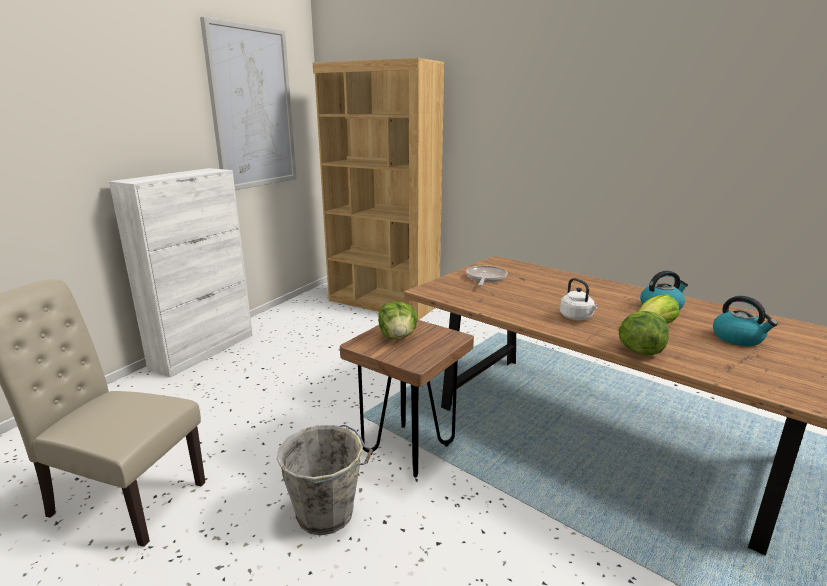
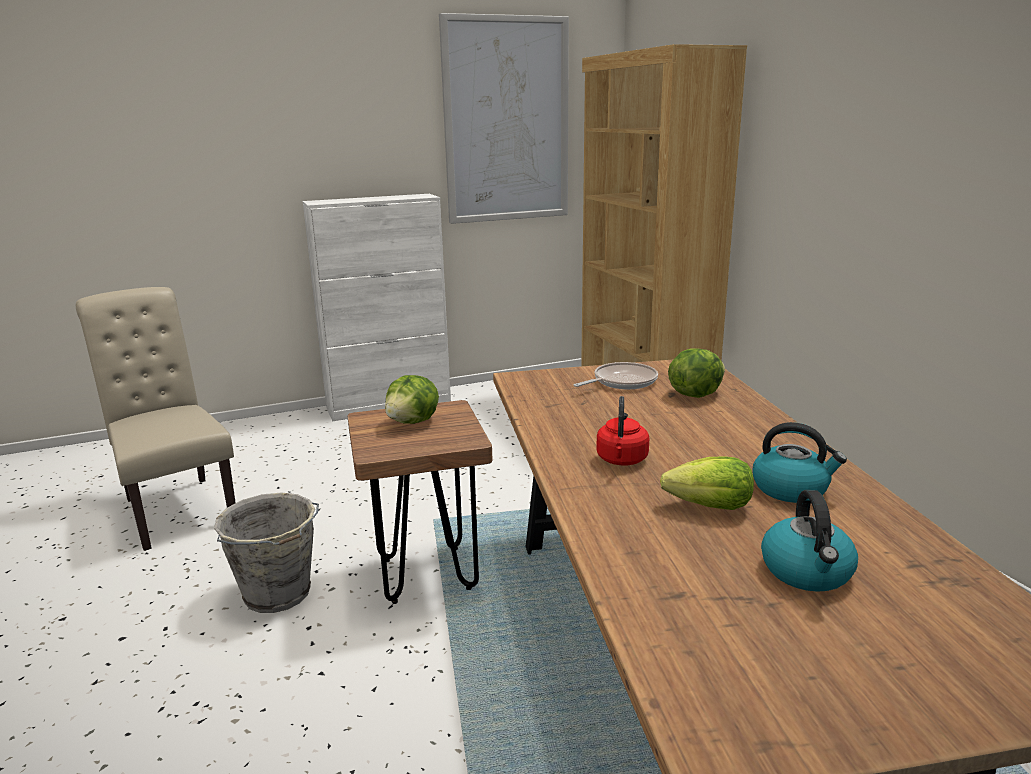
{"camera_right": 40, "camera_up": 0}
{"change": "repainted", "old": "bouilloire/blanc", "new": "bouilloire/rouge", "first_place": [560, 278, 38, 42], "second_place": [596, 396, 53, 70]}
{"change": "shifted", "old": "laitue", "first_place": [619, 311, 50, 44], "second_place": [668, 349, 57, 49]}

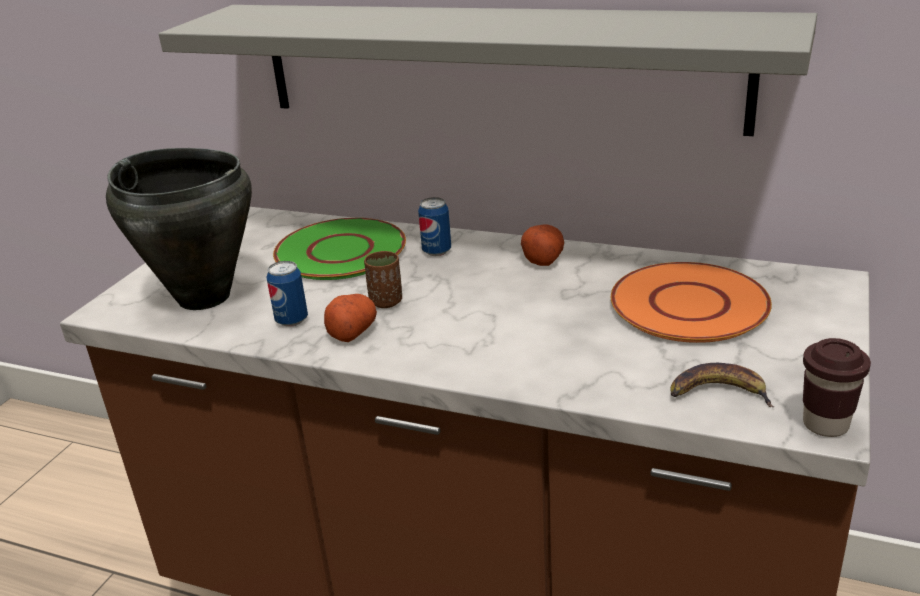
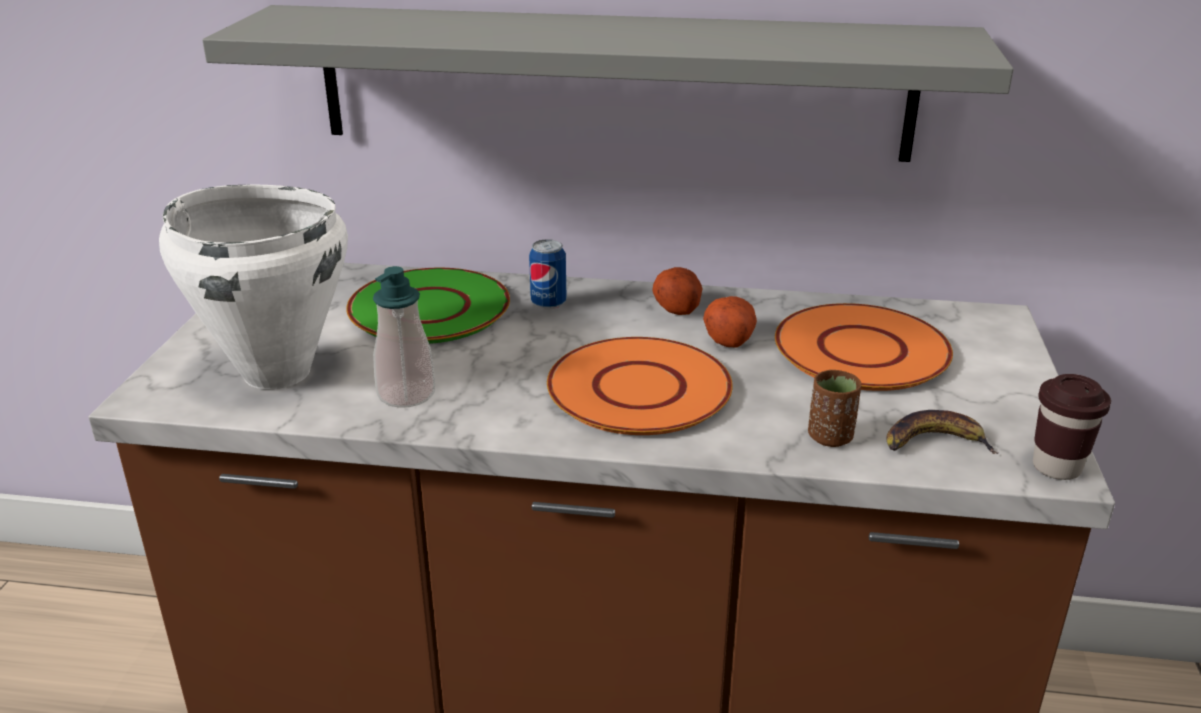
{"camera_right": -15, "camera_up": 0}
{"change": "repainted", "old": "marmite/noir", "new": "marmite/blanc", "first_place": [106, 148, 146, 162], "second_place": [159, 184, 189, 205]}
{"change": "shifted", "old": "tasse/marron", "first_place": [364, 251, 38, 57], "second_place": [808, 370, 53, 77]}
{"change": "swapped", "old": "boîte métallique", "new": "distributeur de savon", "first_place": [267, 261, 41, 66], "second_place": [373, 266, 62, 142]}
{"change": "shifted", "old": "pomme de terre", "first_place": [324, 294, 53, 48], "second_place": [703, 296, 54, 52]}
{"change": "new", "new": "assiette/orange", "second_place": [547, 337, 186, 98]}

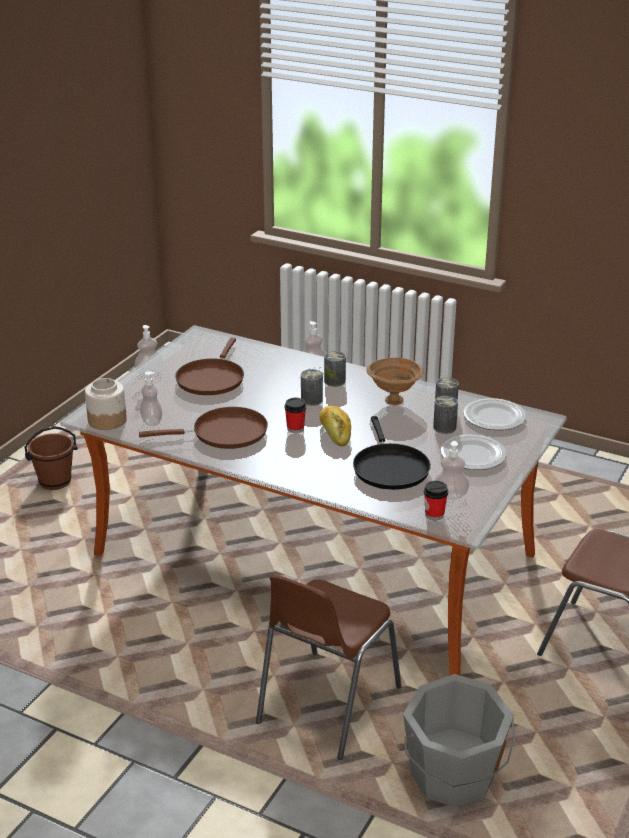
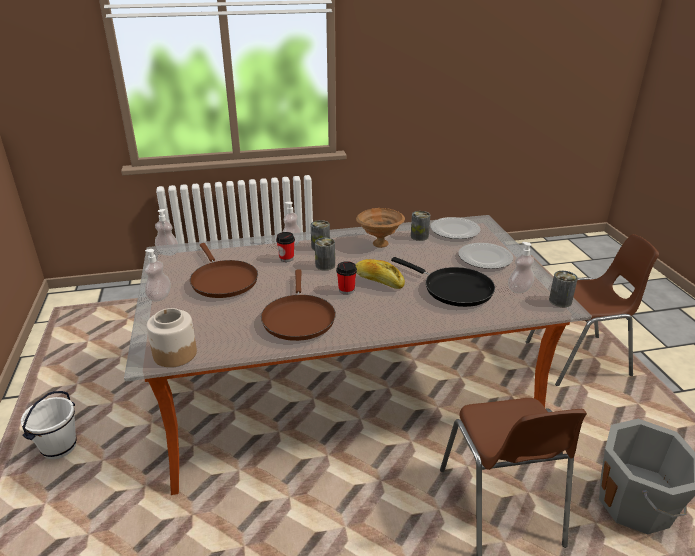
{"camera_right": -40, "camera_up": 0}
{"change": "shifted", "old": "distributeur de savon", "first_place": [140, 372, 22, 54], "second_place": [155, 209, 24, 47]}
{"change": "shifted", "old": "boîte métallique", "first_place": [433, 396, 25, 38], "second_place": [549, 271, 29, 36]}
{"change": "rotated", "old": "poêle/marron", "first_place": [139, 407, 129, 42], "second_place": [261, 269, 75, 72], "degrees": 135}
{"change": "repainted", "old": "seau/marron", "new": "seau/blanc", "first_place": [25, 427, 53, 63], "second_place": [21, 391, 56, 68]}
{"change": "shifted", "old": "tasse", "first_place": [424, 481, 24, 39], "second_place": [276, 232, 19, 30]}

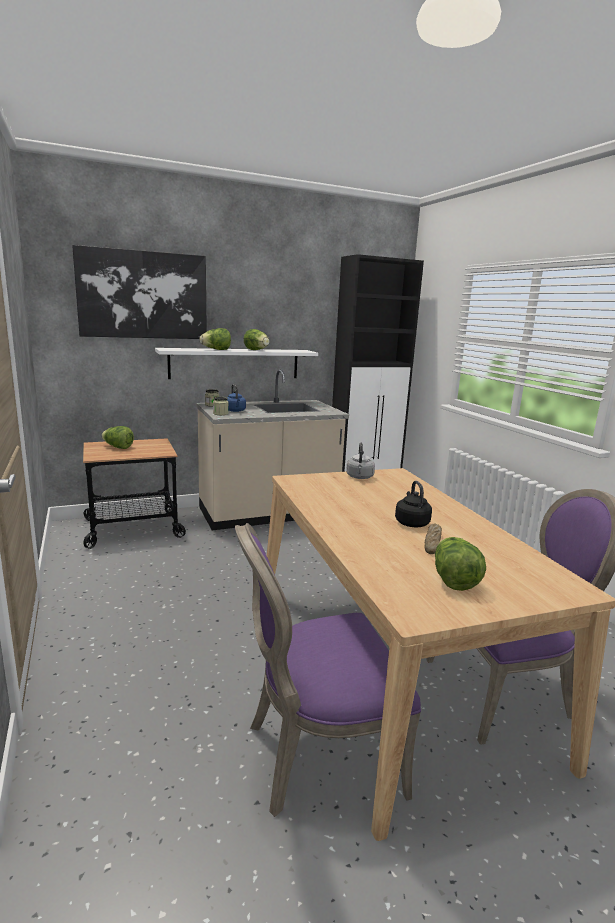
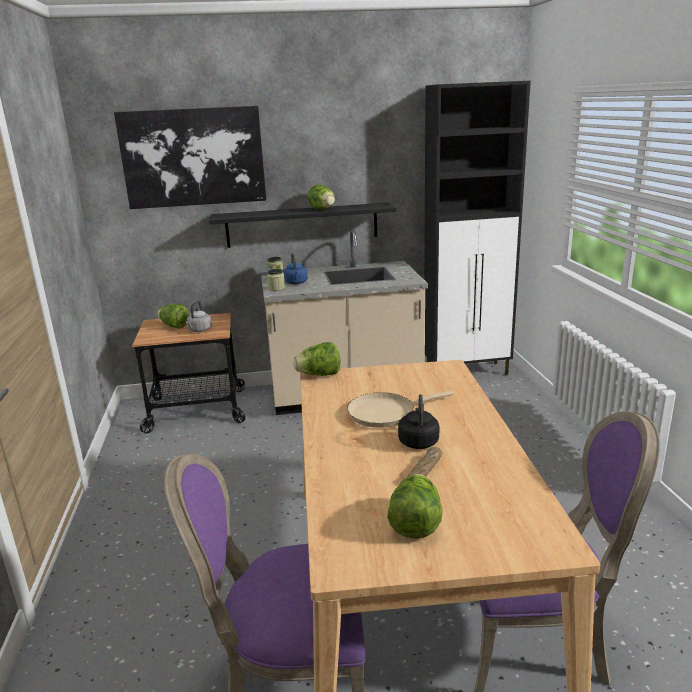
{"camera_right": 15, "camera_up": 5}
{"change": "shifted", "old": "laitue", "first_place": [200, 328, 31, 22], "second_place": [293, 342, 47, 34]}
{"change": "repainted", "old": "étagère/blanc", "new": "étagère/noir", "first_place": [155, 348, 163, 31], "second_place": [209, 203, 187, 45]}
{"change": "shifted", "old": "bouilloire/gris", "first_place": [346, 443, 29, 36], "second_place": [186, 301, 26, 31]}
{"change": "new", "new": "poêle/beige", "second_place": [347, 391, 106, 37]}

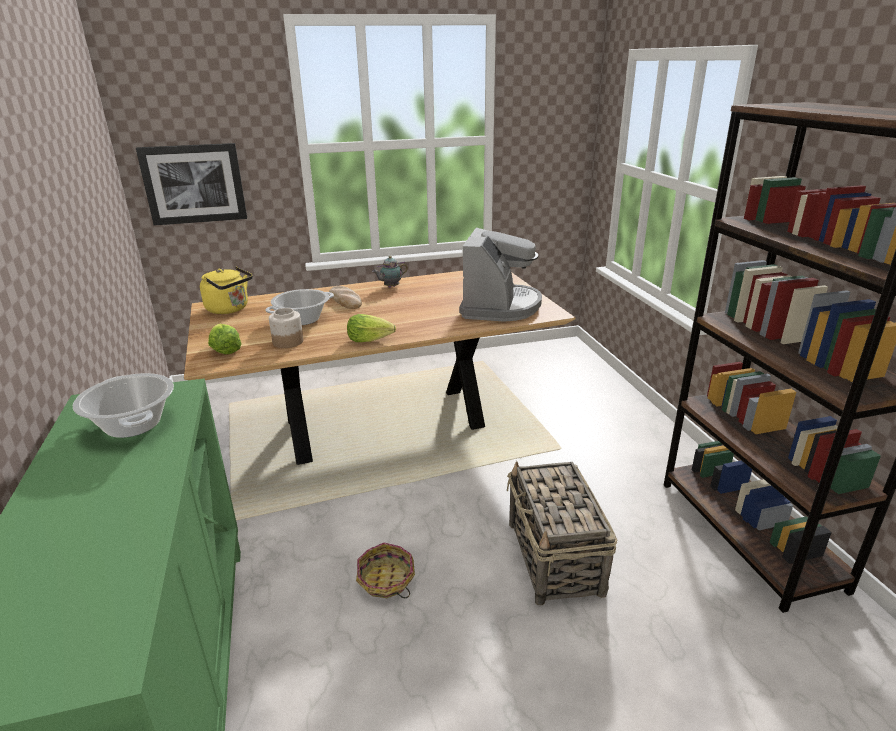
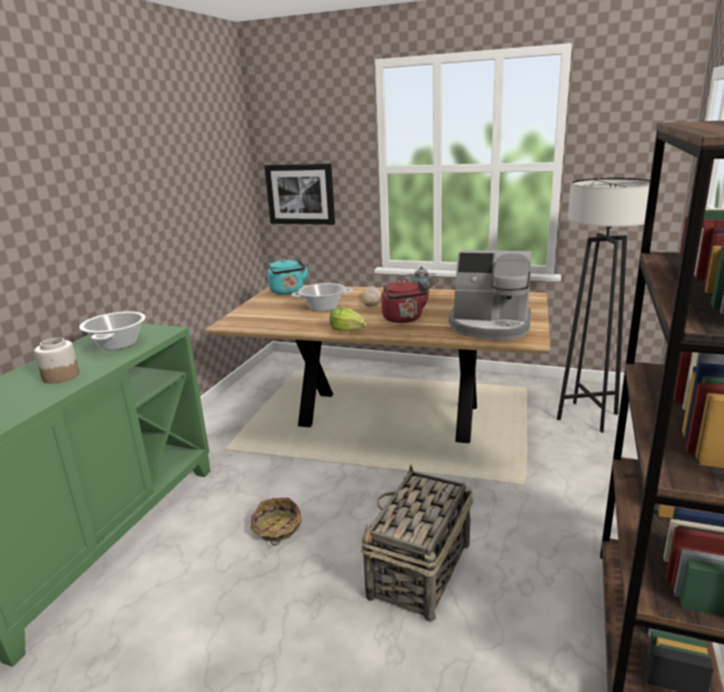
{"camera_right": 35, "camera_up": -5}
{"change": "rotated", "old": "machine à café", "first_place": [459, 227, 83, 95], "second_place": [449, 250, 83, 90], "degrees": 60}
{"change": "repainted", "old": "bouilloire/jaune", "new": "bouilloire/turquoise", "first_place": [200, 266, 53, 48], "second_place": [268, 259, 40, 36]}
{"change": "shifted", "old": "bocal", "first_place": [269, 308, 34, 40], "second_place": [34, 338, 46, 45]}
{"change": "gone", "old": "laitue", "first_place": [208, 324, 34, 30]}
{"change": "new", "new": "lampadaire/gris", "second_place": [557, 178, 93, 255]}
{"change": "new", "new": "bouilloire/rouge", "second_place": [381, 280, 48, 43]}

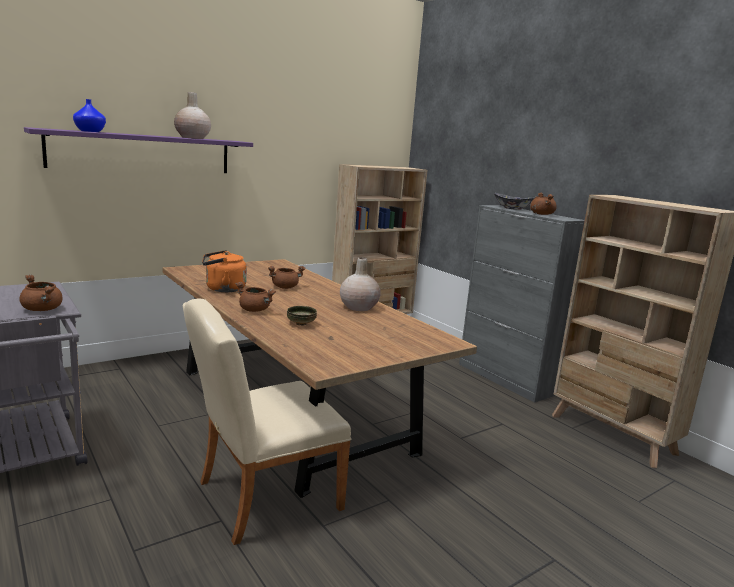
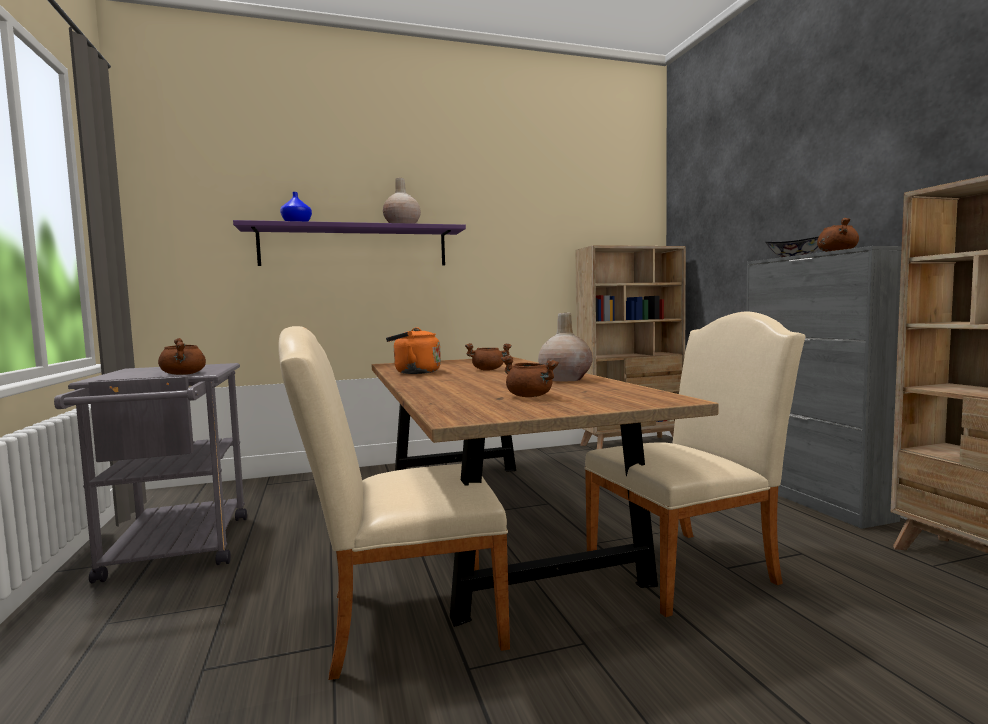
{"camera_right": 20, "camera_up": -10}
{"change": "shifted", "old": "marmite/marron", "first_place": [236, 282, 40, 30], "second_place": [501, 355, 58, 42]}
{"change": "gone", "old": "bol", "first_place": [287, 306, 30, 20]}
{"change": "new", "new": "chaise/beige", "second_place": [584, 311, 222, 306]}

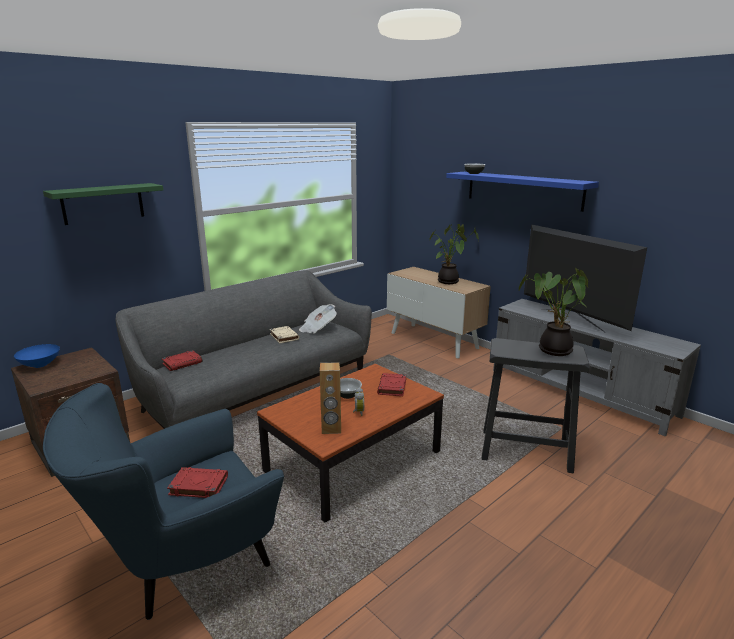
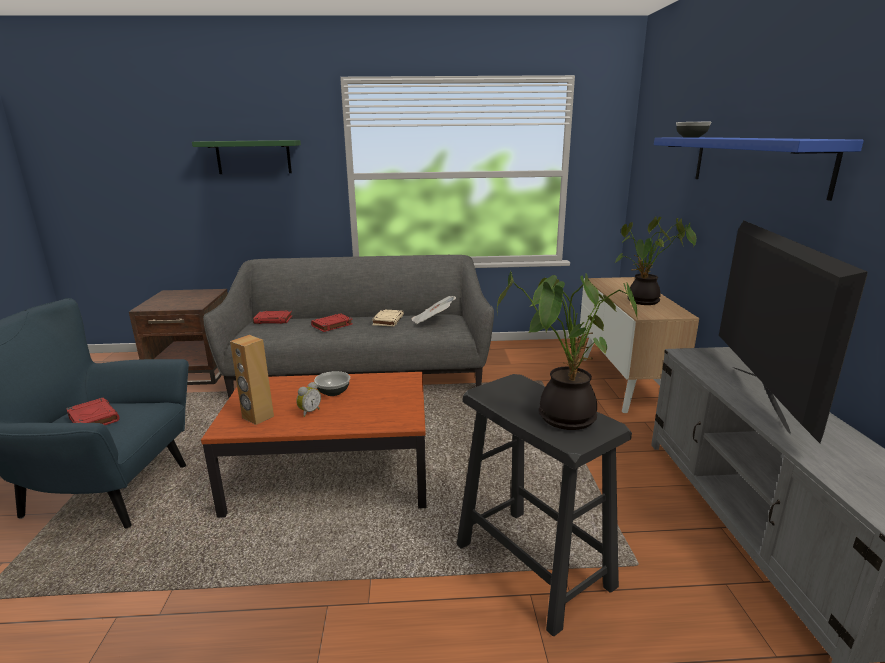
{"camera_right": 40, "camera_up": 0}
{"change": "gone", "old": "bol/bleu", "first_place": [14, 344, 46, 24]}
{"change": "shifted", "old": "livre/rouge", "first_place": [377, 373, 29, 23], "second_place": [311, 313, 42, 19]}

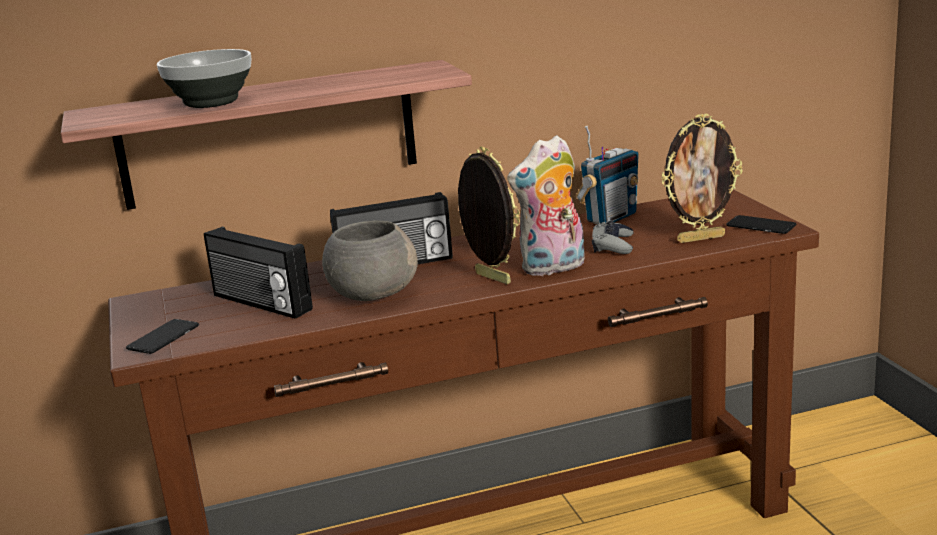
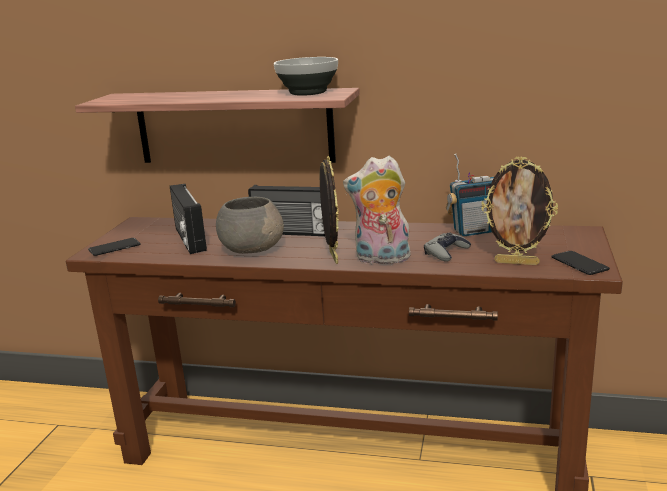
{"camera_right": 30, "camera_up": 0}
{"change": "shifted", "old": "bol", "first_place": [157, 49, 94, 59], "second_place": [274, 57, 64, 39]}

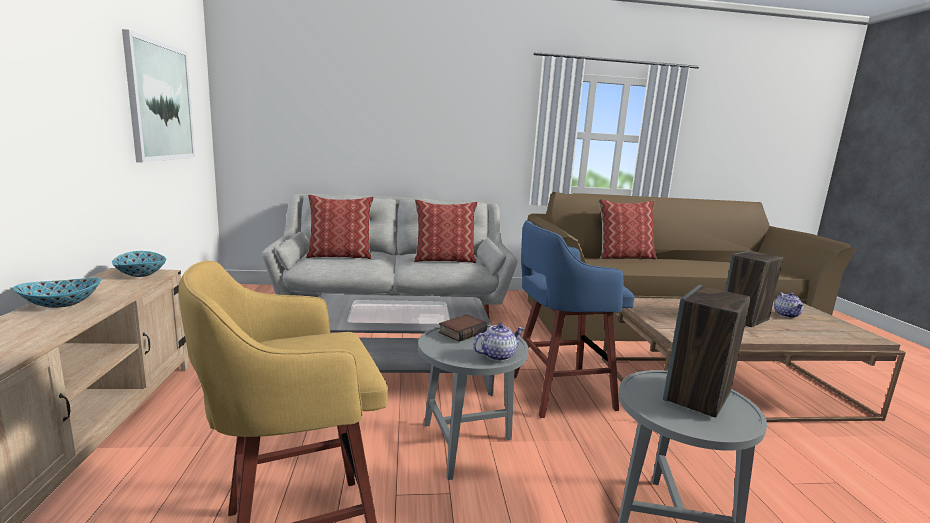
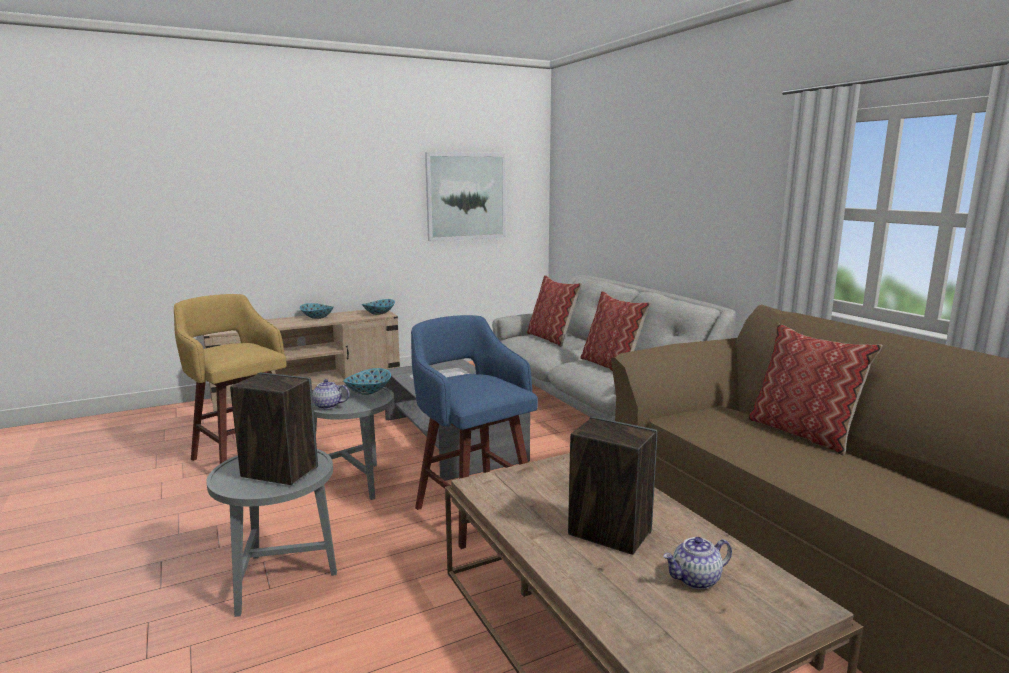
{"camera_right": 70, "camera_up": 0}
{"change": "swapped", "old": "livre", "new": "bol", "first_place": [439, 314, 49, 28], "second_place": [343, 368, 48, 27]}
{"change": "rotated", "old": "théière", "first_place": [473, 323, 51, 38], "second_place": [312, 379, 38, 30], "degrees": 150}

